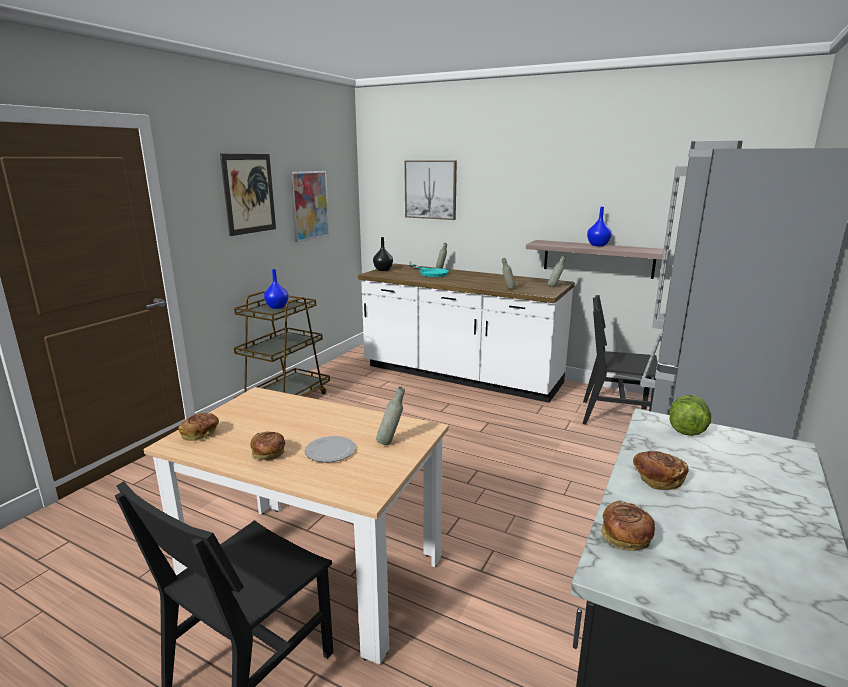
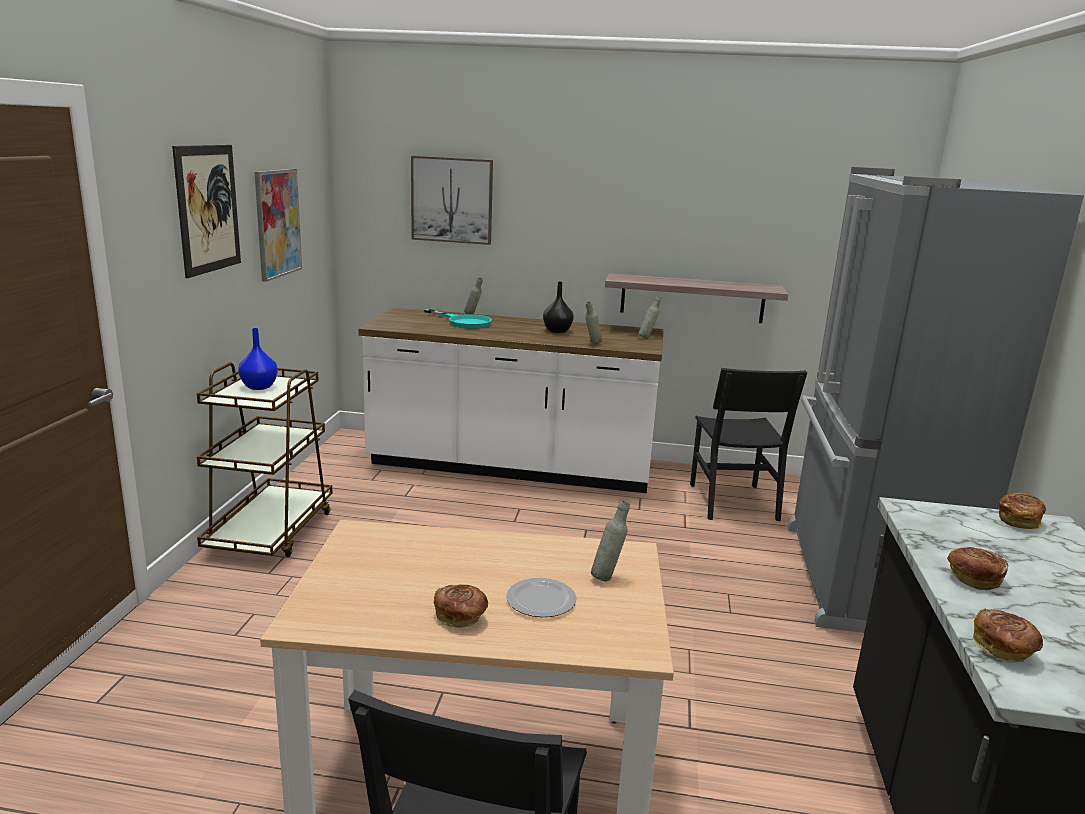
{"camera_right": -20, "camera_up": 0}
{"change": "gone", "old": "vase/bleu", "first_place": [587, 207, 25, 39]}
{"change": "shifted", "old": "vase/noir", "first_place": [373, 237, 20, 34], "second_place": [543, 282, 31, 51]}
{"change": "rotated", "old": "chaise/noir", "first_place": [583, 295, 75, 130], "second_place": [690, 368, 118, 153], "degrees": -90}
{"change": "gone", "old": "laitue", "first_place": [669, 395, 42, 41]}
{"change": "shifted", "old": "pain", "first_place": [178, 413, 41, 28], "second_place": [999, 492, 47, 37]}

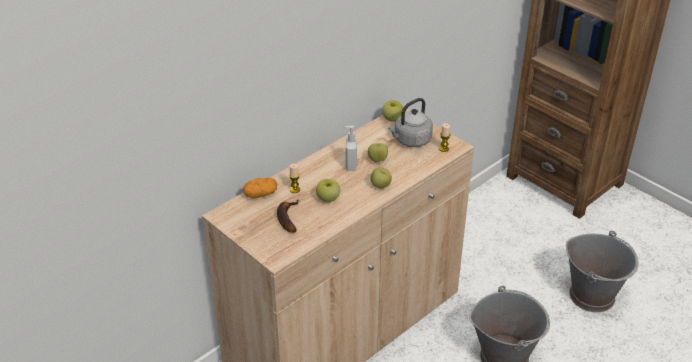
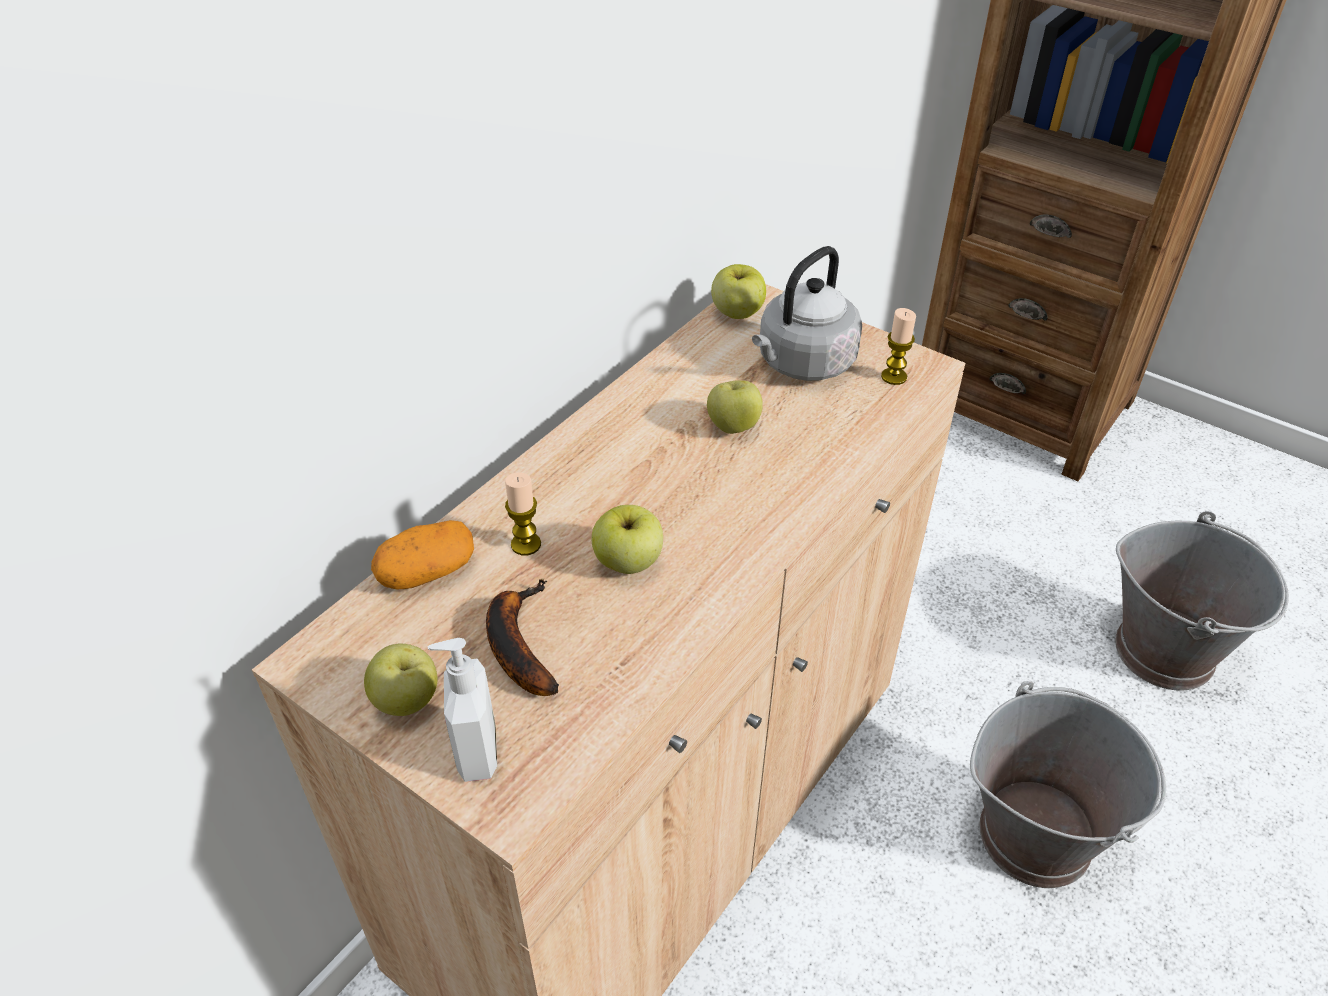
{"camera_right": -10, "camera_up": 5}
{"change": "shifted", "old": "distributeur de savon", "first_place": [344, 126, 13, 45], "second_place": [428, 638, 69, 144]}
{"change": "shifted", "old": "pomme", "first_place": [371, 167, 21, 22], "second_place": [364, 643, 74, 73]}

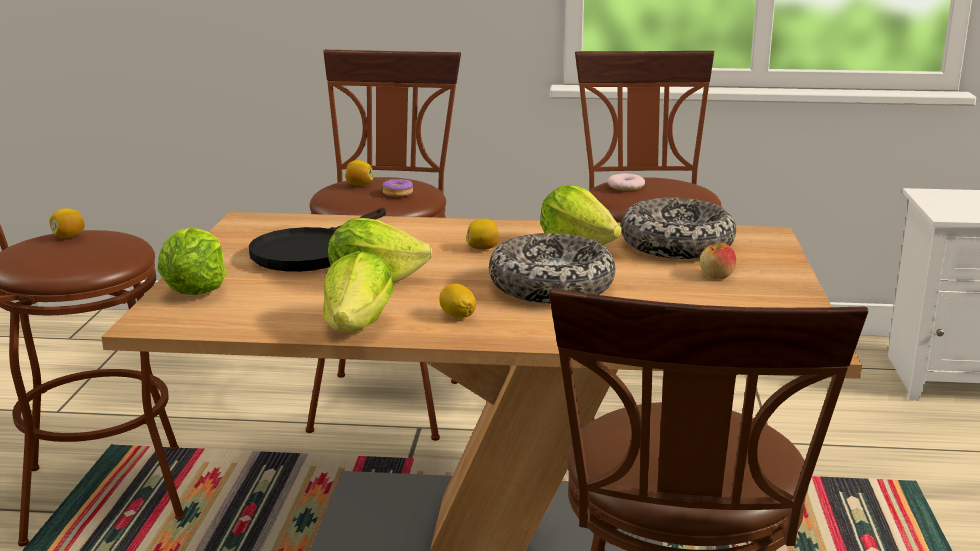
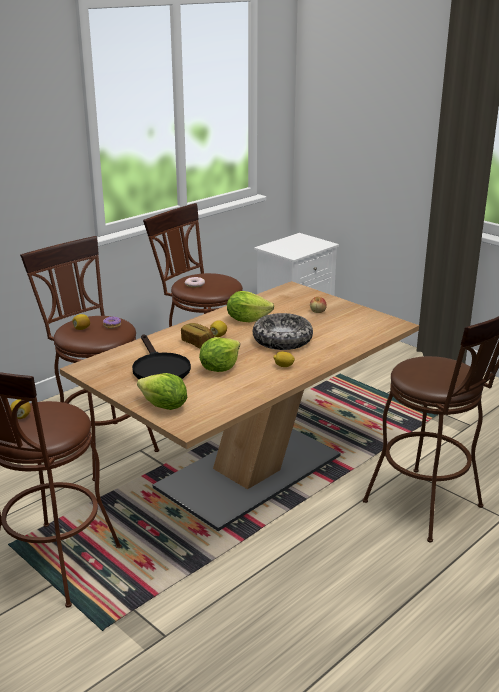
{"camera_right": -50, "camera_up": 5}
{"change": "gone", "old": "bol", "first_place": [621, 198, 115, 61]}
{"change": "gone", "old": "laitue", "first_place": [323, 251, 71, 81]}
{"change": "new", "new": "pain", "second_place": [181, 323, 33, 26]}

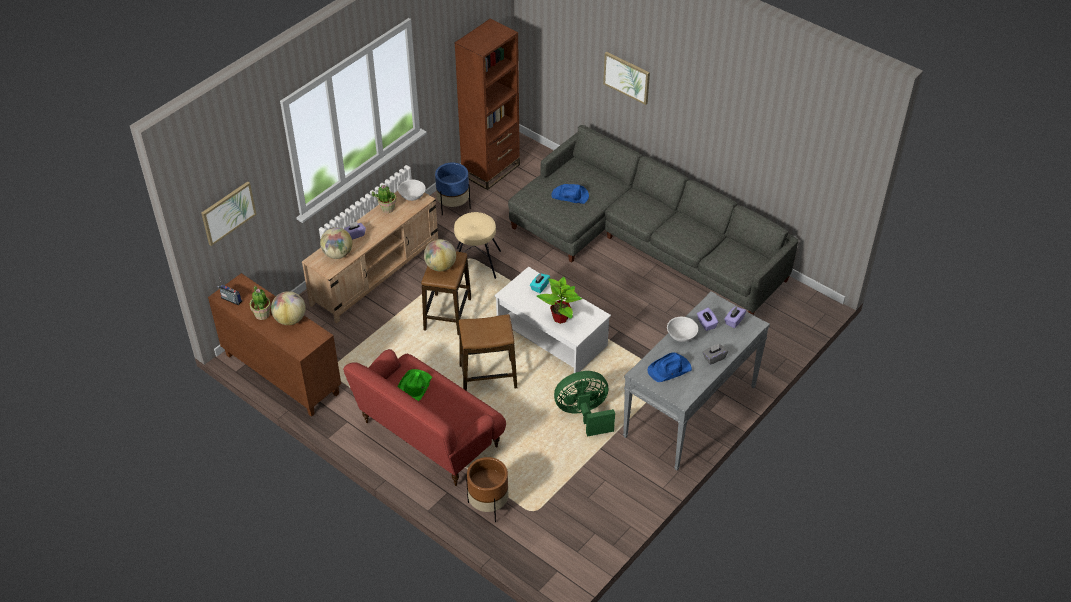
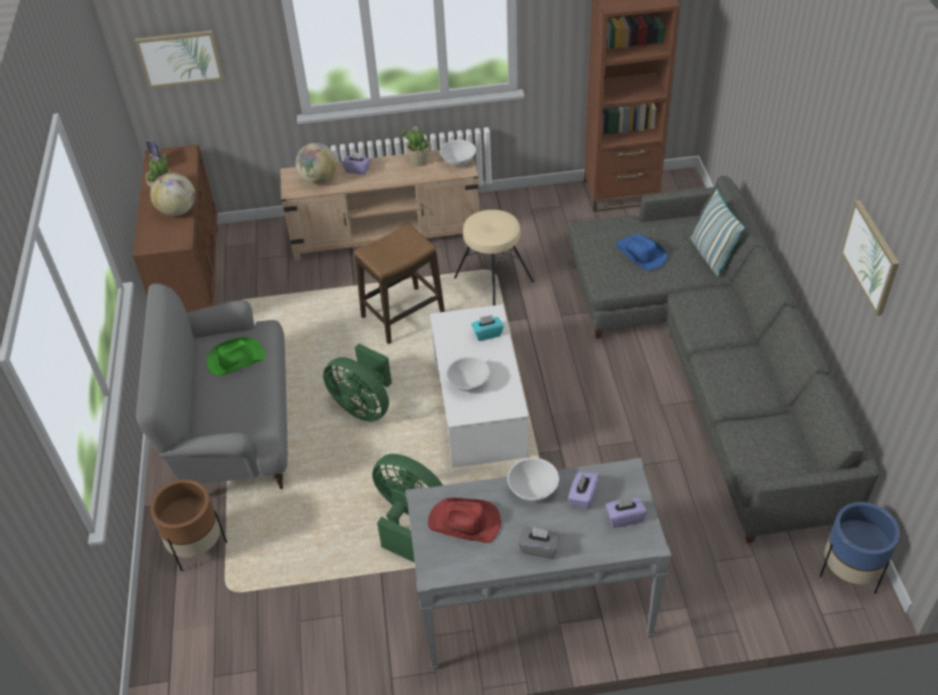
{"camera_right": 45, "camera_up": 0}
{"change": "shifted", "old": "tableau", "first_place": [603, 52, 47, 53], "second_place": [841, 200, 58, 116]}
{"change": "shifted", "old": "cache-pot/bleu", "first_place": [435, 163, 36, 53], "second_place": [820, 502, 80, 92]}
{"change": "gone", "old": "globe", "first_place": [424, 239, 32, 32]}
{"change": "swapped", "old": "plante en pot", "new": "bol/blanc", "first_place": [537, 277, 45, 47], "second_place": [446, 357, 44, 35]}
{"change": "swapped", "old": "tabouret", "new": "ventilateur/vert", "first_place": [459, 314, 58, 77], "second_place": [323, 344, 69, 78]}
{"change": "repainted", "old": "canapé/rouge", "new": "canapé/gris", "first_place": [343, 349, 163, 137], "second_place": [136, 283, 152, 206]}
{"change": "repainted", "old": "chapeau/bleu", "new": "chapeau/rouge", "first_place": [647, 352, 45, 30], "second_place": [428, 497, 73, 46]}
{"change": "new", "new": "coussin", "second_place": [690, 189, 55, 87]}

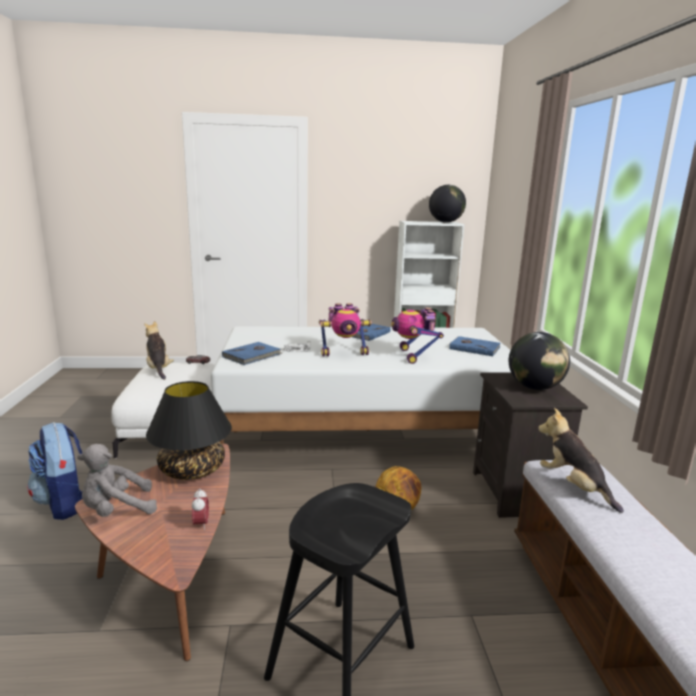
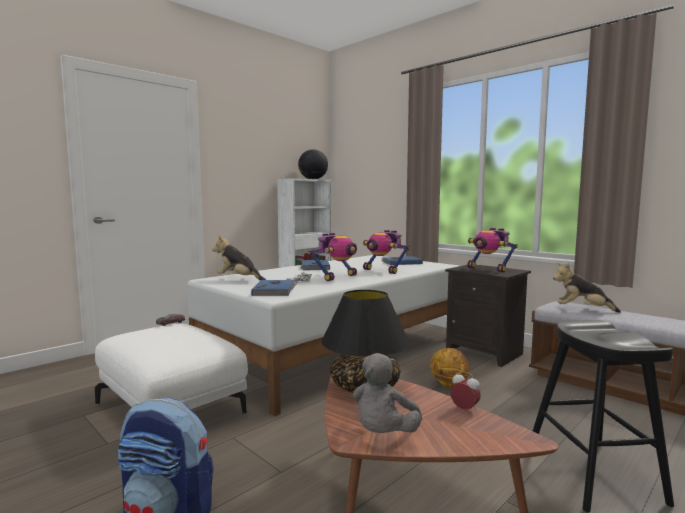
{"camera_right": -40, "camera_up": -10}
{"change": "shifted", "old": "peluche", "first_place": [144, 321, 30, 59], "second_place": [212, 236, 54, 44]}
{"change": "swapped", "old": "globe", "new": "robot jouet", "first_place": [509, 332, 61, 58], "second_place": [467, 228, 51, 44]}

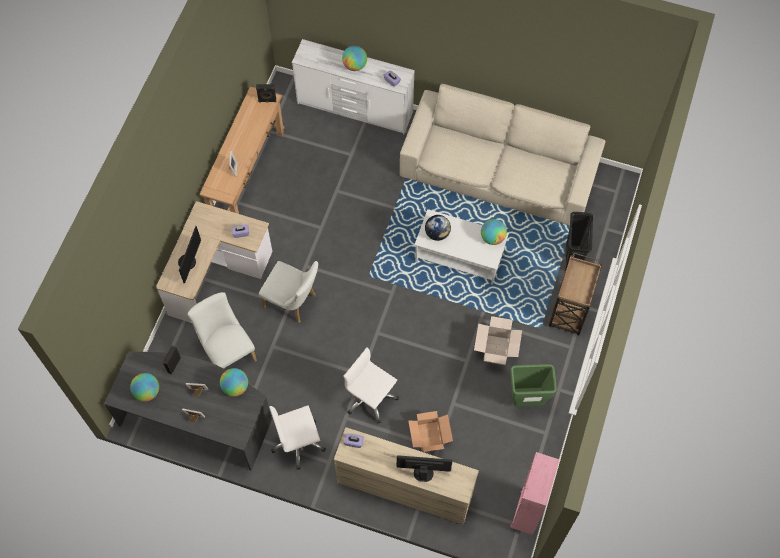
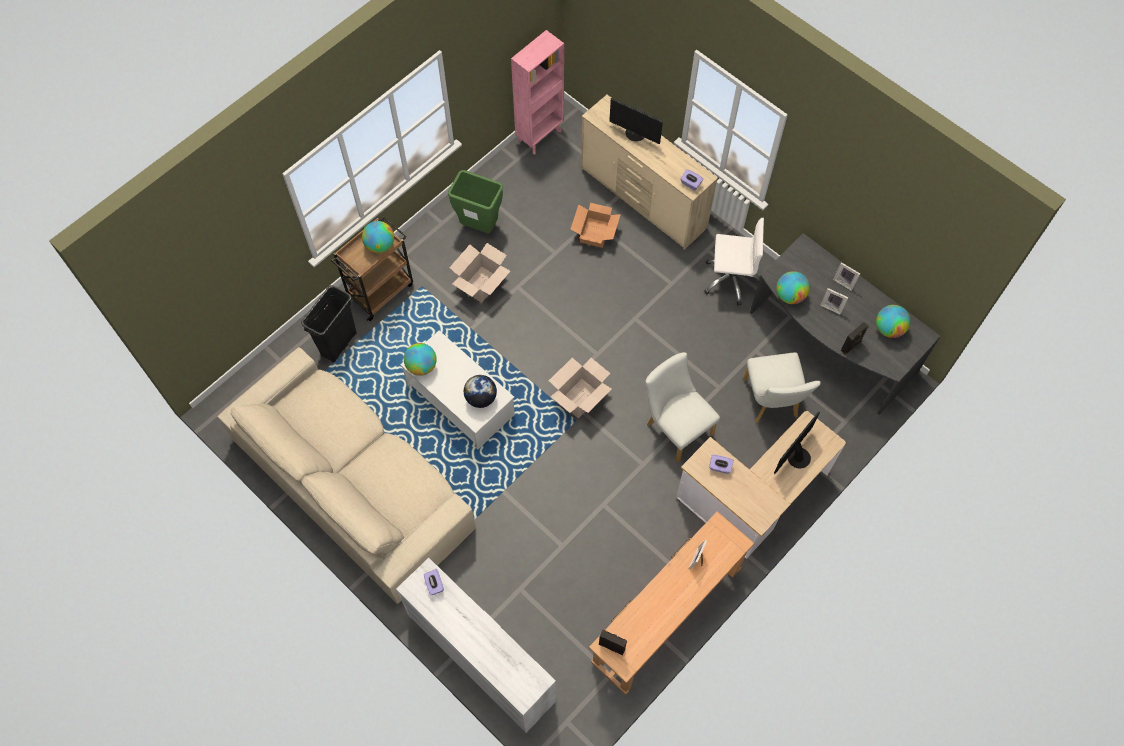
{"camera_right": -155, "camera_up": 0}
{"change": "shifted", "old": "globe", "first_place": [342, 46, 25, 25], "second_place": [362, 221, 32, 32]}
{"change": "gone", "old": "chaise de bureau/blanc", "first_place": [343, 347, 56, 76]}
{"change": "new", "new": "carton", "second_place": [549, 357, 63, 61]}

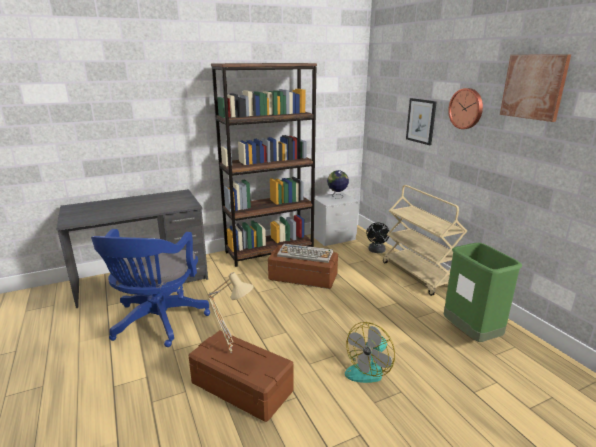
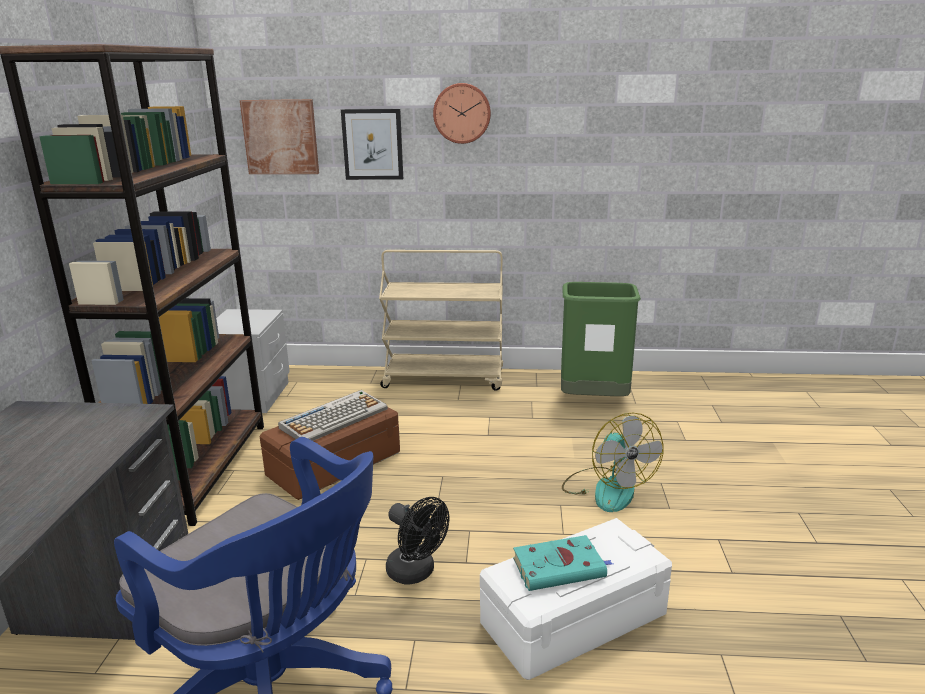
{"camera_right": -60, "camera_up": 0}
{"change": "shifted", "old": "tableau", "first_place": [500, 54, 71, 68], "second_place": [240, 99, 79, 75]}
{"change": "gone", "old": "globe", "first_place": [327, 170, 22, 29]}
{"change": "shifted", "old": "ventilateur/noir", "first_place": [366, 222, 23, 31], "second_place": [386, 497, 64, 87]}
{"change": "swapped", "old": "lampe de table/beige", "new": "livre/turquoise", "first_place": [208, 272, 46, 81], "second_place": [513, 535, 100, 56]}
{"change": "repainted", "old": "boîte de rangement/marron", "new": "boîte de rangement/blanc", "first_place": [189, 330, 105, 92], "second_place": [480, 518, 192, 162]}

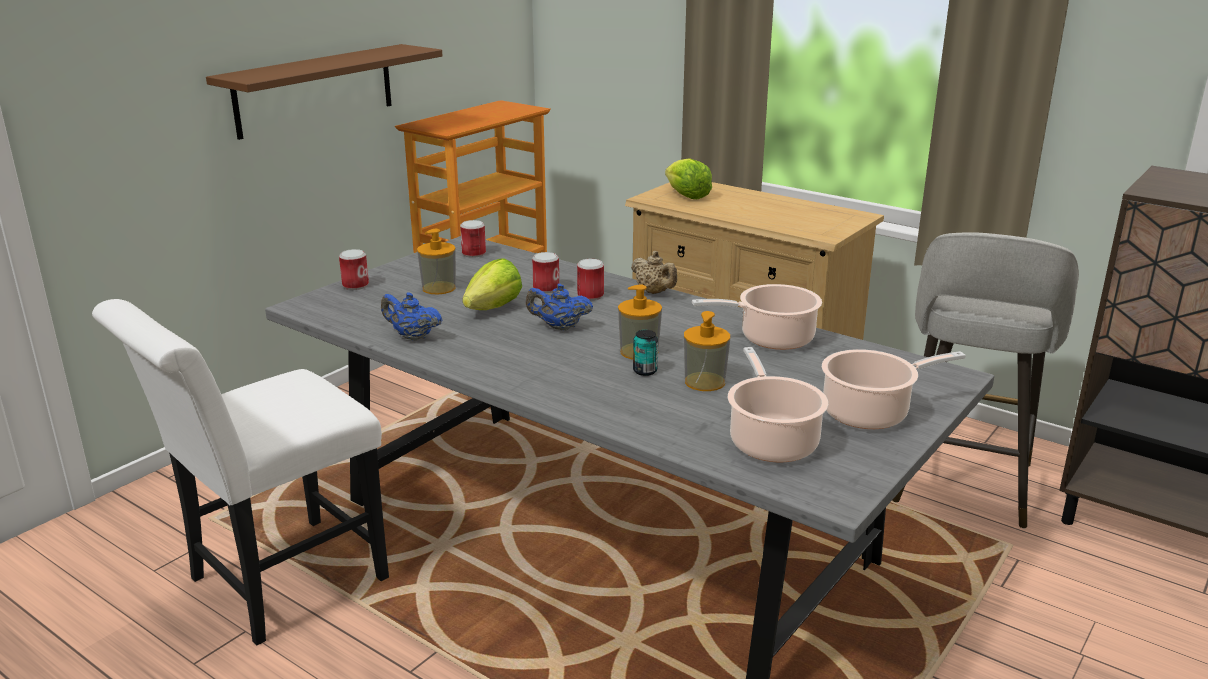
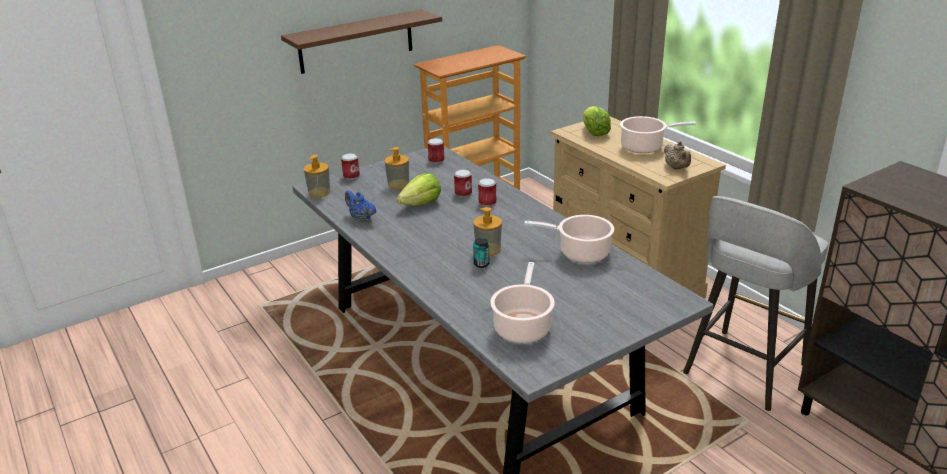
{"camera_right": 20, "camera_up": 5}
{"change": "shifted", "old": "théière/beige", "first_place": [631, 251, 46, 43], "second_place": [664, 141, 27, 28]}
{"change": "gone", "old": "théière/bleu", "first_place": [526, 284, 67, 46]}
{"change": "gone", "old": "chaise/blanc", "first_place": [92, 299, 297, 346]}
{"change": "shifted", "old": "distributeur de savon", "first_place": [684, 311, 46, 80], "second_place": [304, 155, 26, 43]}
{"change": "shifted", "old": "marmite", "first_place": [822, 349, 144, 80], "second_place": [620, 116, 76, 37]}

